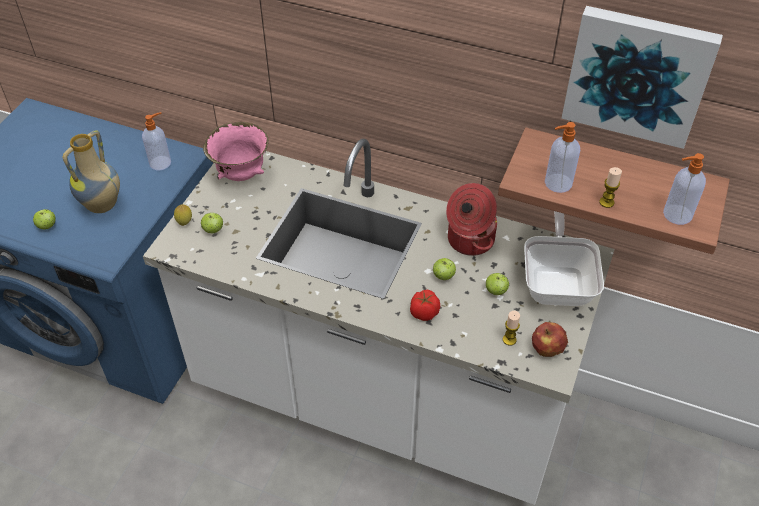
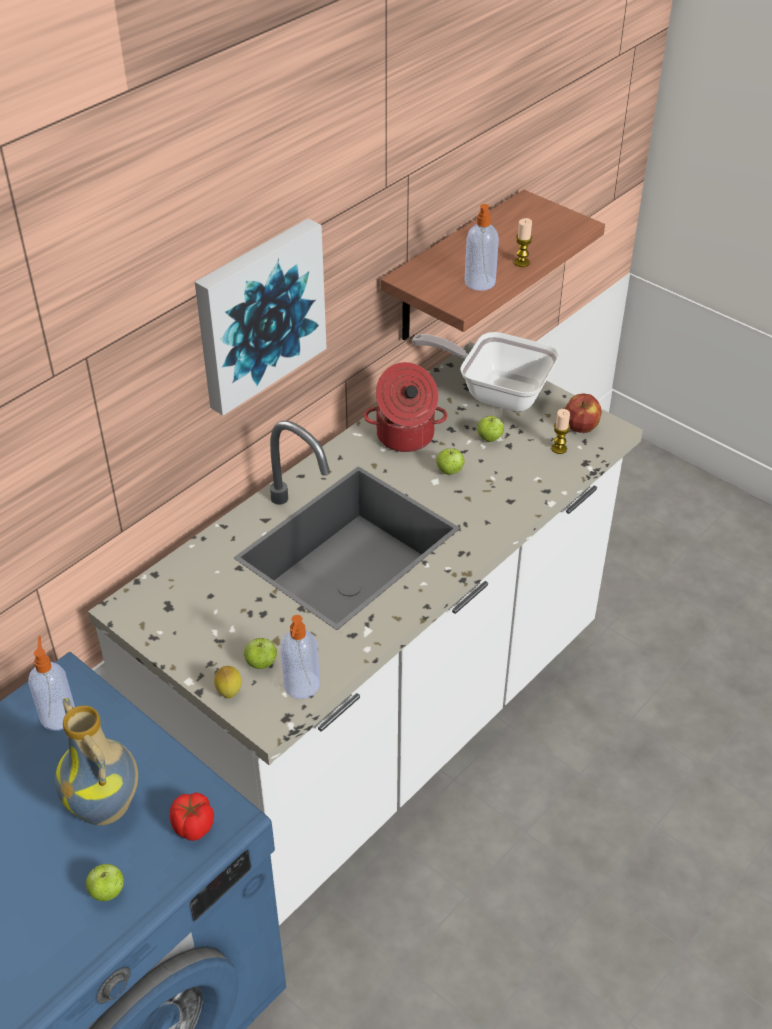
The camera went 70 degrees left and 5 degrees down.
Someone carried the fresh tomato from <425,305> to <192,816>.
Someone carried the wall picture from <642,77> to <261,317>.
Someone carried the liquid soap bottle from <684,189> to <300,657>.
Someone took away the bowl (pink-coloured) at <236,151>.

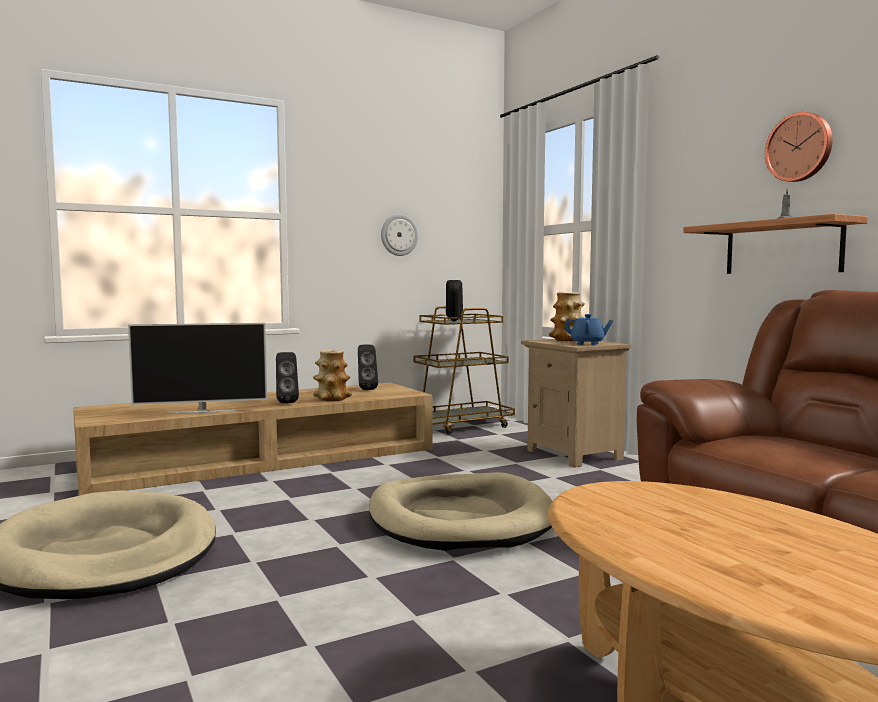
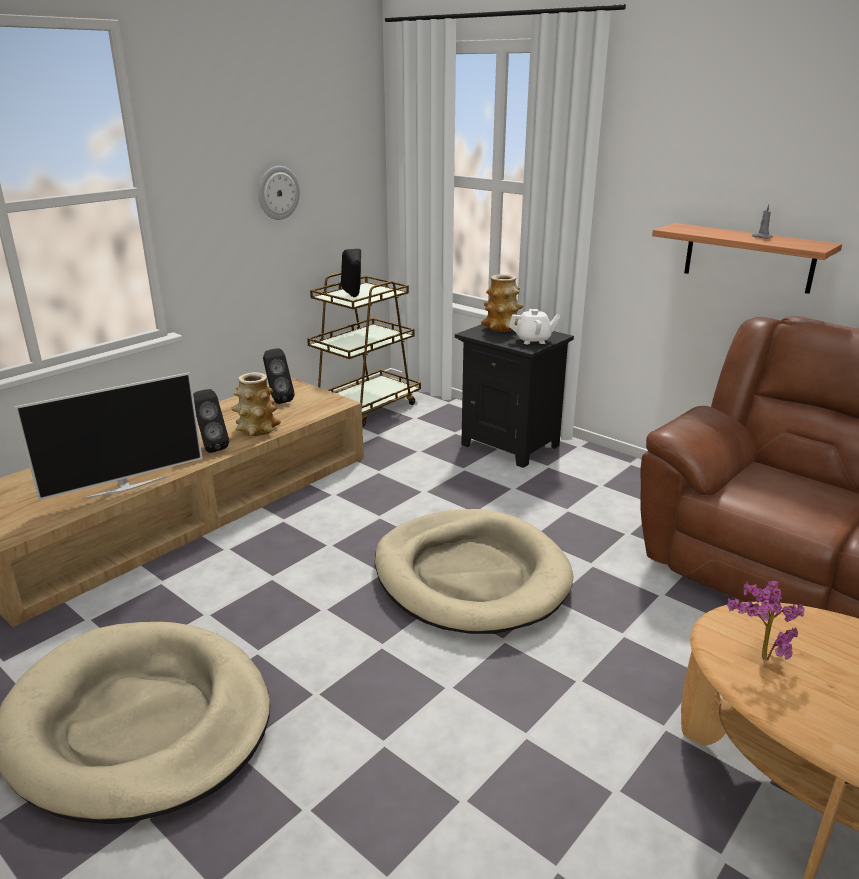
The camera went 20 degrees left and 20 degrees up.
Someone repainted the night table (beige-coloured) at <576,403>, which became the night table (black-coloured) at <514,396>.
Someone repainted the pot for tea (blue-coloured) at <588,329>, which became the pot for tea (whitish) at <534,326>.
Someone put down the plant in a pot at <766,620>.
Someone took away the wall clock at <799,147>.

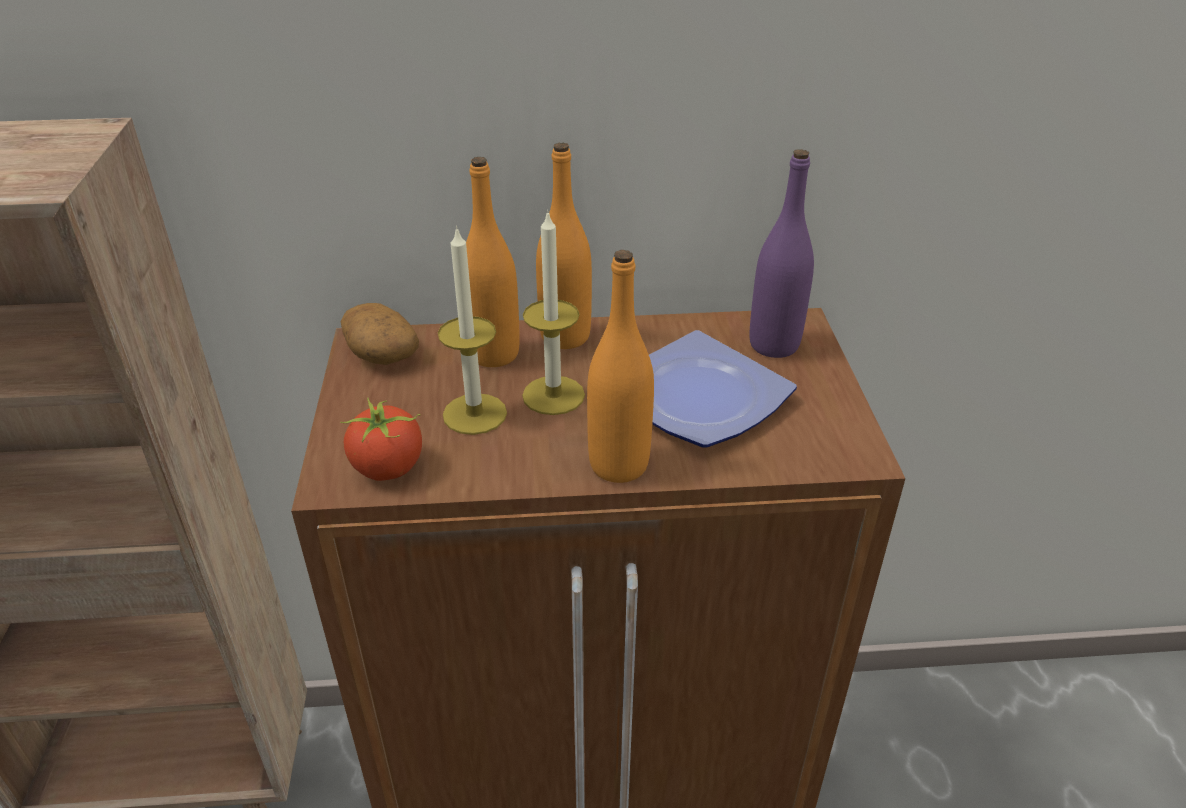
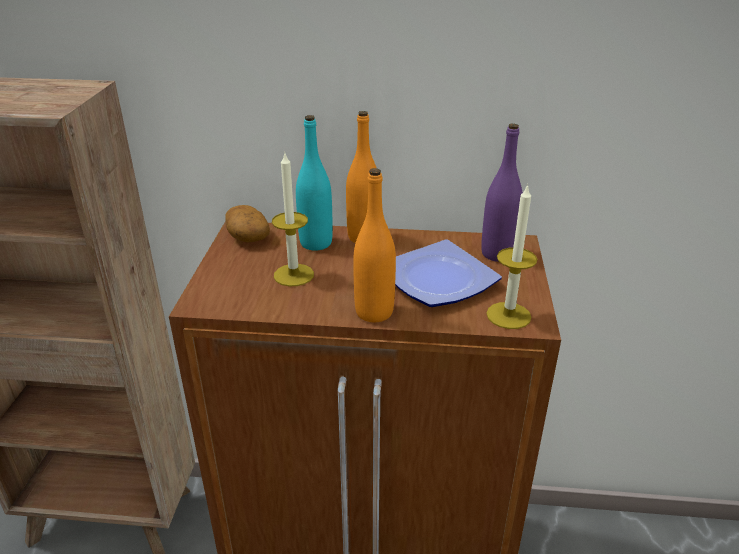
The camera went 10 degrees right and 5 degrees down.
Someone repainted the drink bottle (orange-coloured) at <493,262>, which became the drink bottle (turquoise-coloured) at <314,183>.
Someone carried the wax candle from <553,312> to <511,256>.
Someone took away the fresh tomato at <381,439>.

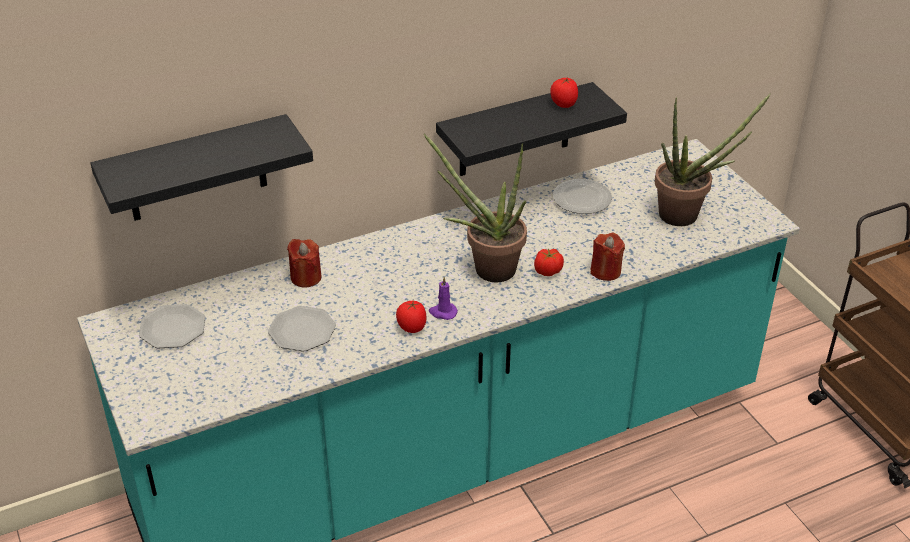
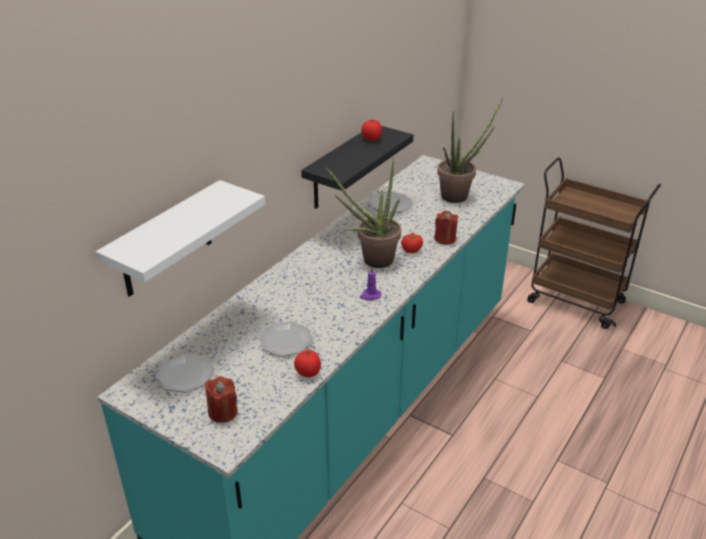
The camera went 30 degrees left and 5 degrees down.
Someone repainted the bracket shelf (black-coloured) at <201,167>, which became the bracket shelf (whitish) at <180,238>.
Someone carried the wax candle (red) from <304,263> to <221,399>.
Someone carried the fresh tomato from <411,316> to <307,363>.

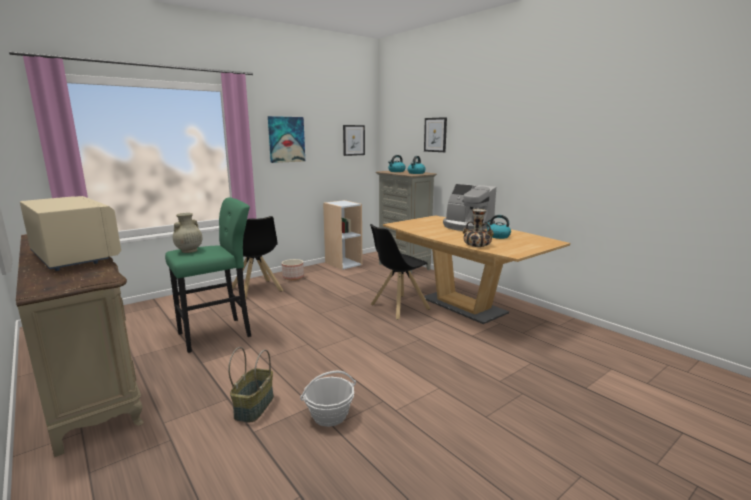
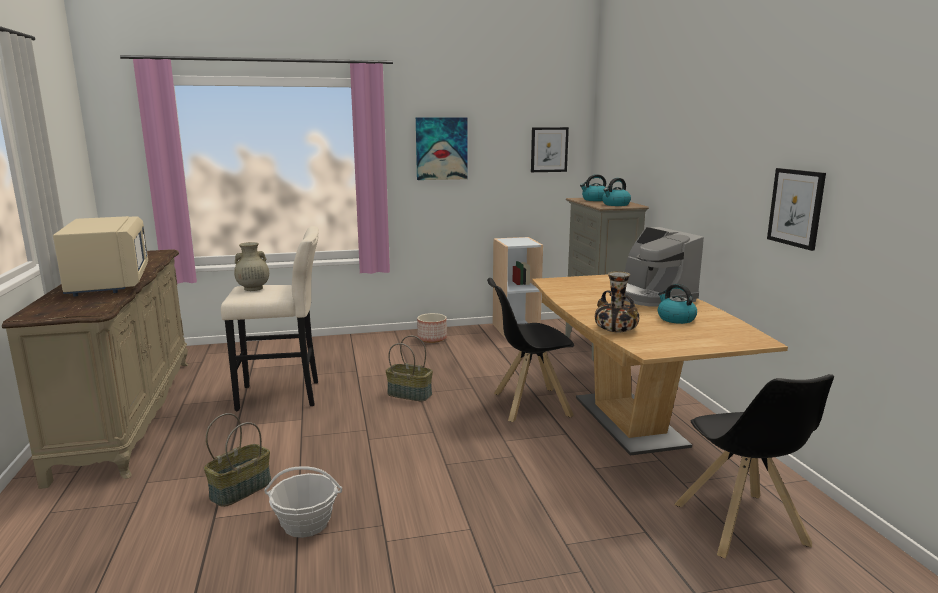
The camera went 25 degrees right and 0 degrees up.
Someone repainted the stool seat (green) at <208,275>, which became the stool seat (beige-coloured) at <270,318>.
Someone put down the storage basket at <409,368>.
Someone carried the plain chair (black-coloured) from <257,257> to <754,466>.
Someone carried the wall picture from <435,134> to <796,209>.

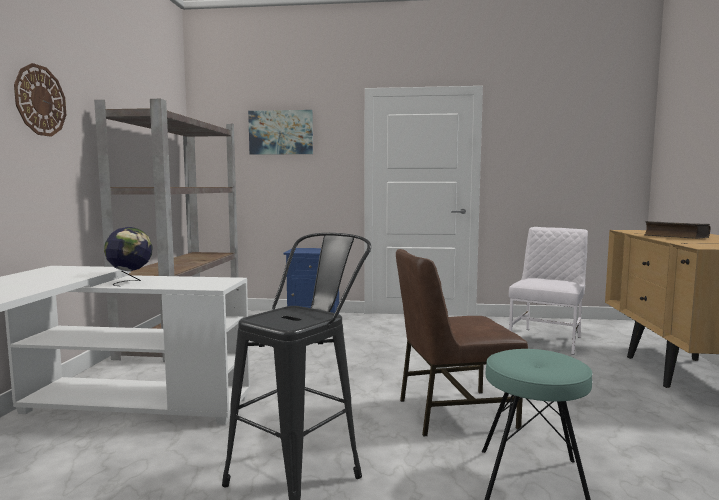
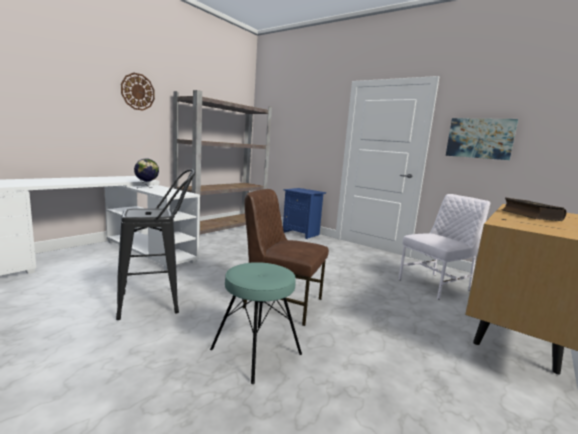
The camera went 30 degrees right and 5 degrees up.
Someone carried the wall picture from <280,132> to <482,139>.

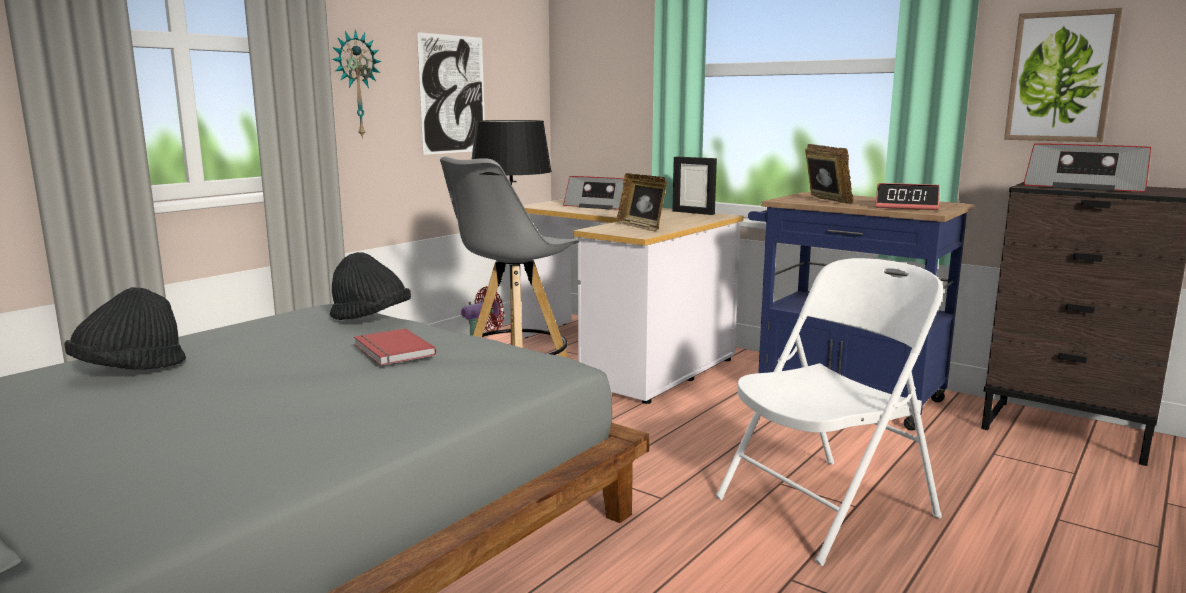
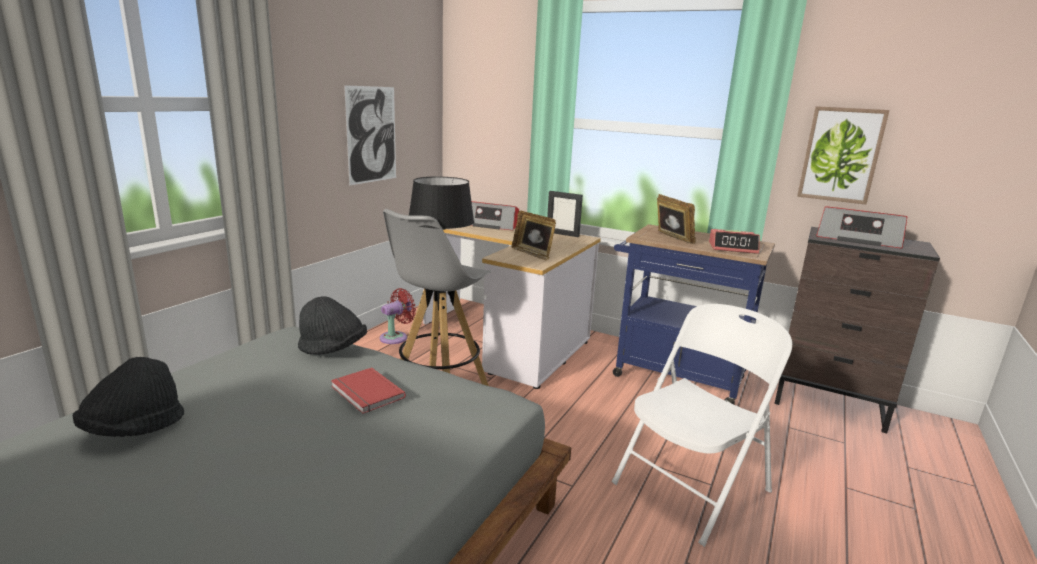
The camera went 10 degrees left and 5 degrees up.
Someone took away the wall clock at <356,84>.

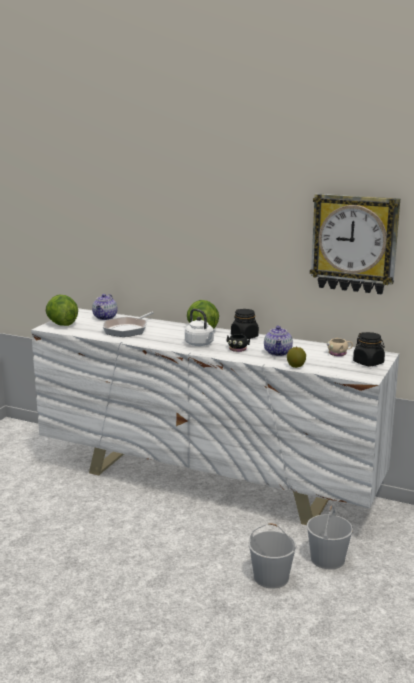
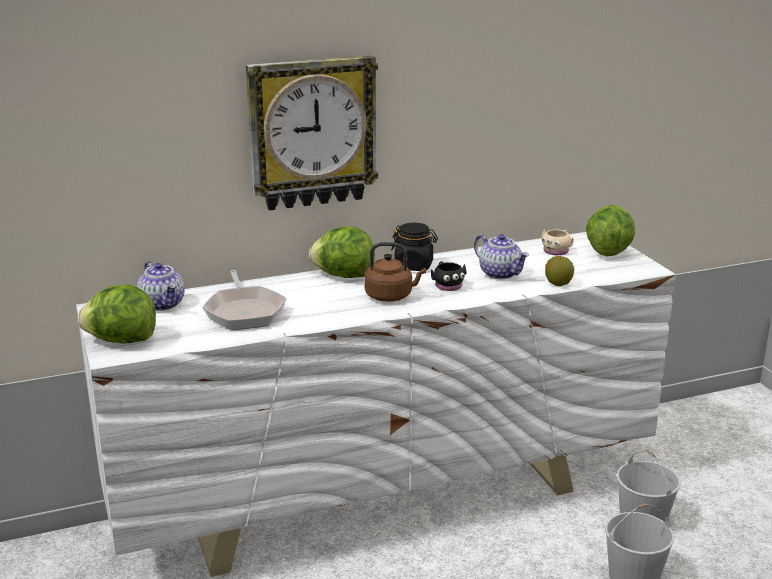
The camera went 45 degrees left and 5 degrees up.
Someone carried the wall clock from <355,244> to <312,132>.
Someone repainted the kettle (whitish) at <200,327>, which became the kettle (brown-coloured) at <395,272>.
Someone swapped the preserve jar (black-coloured) at <369,349> for the lettuce at <610,231>.

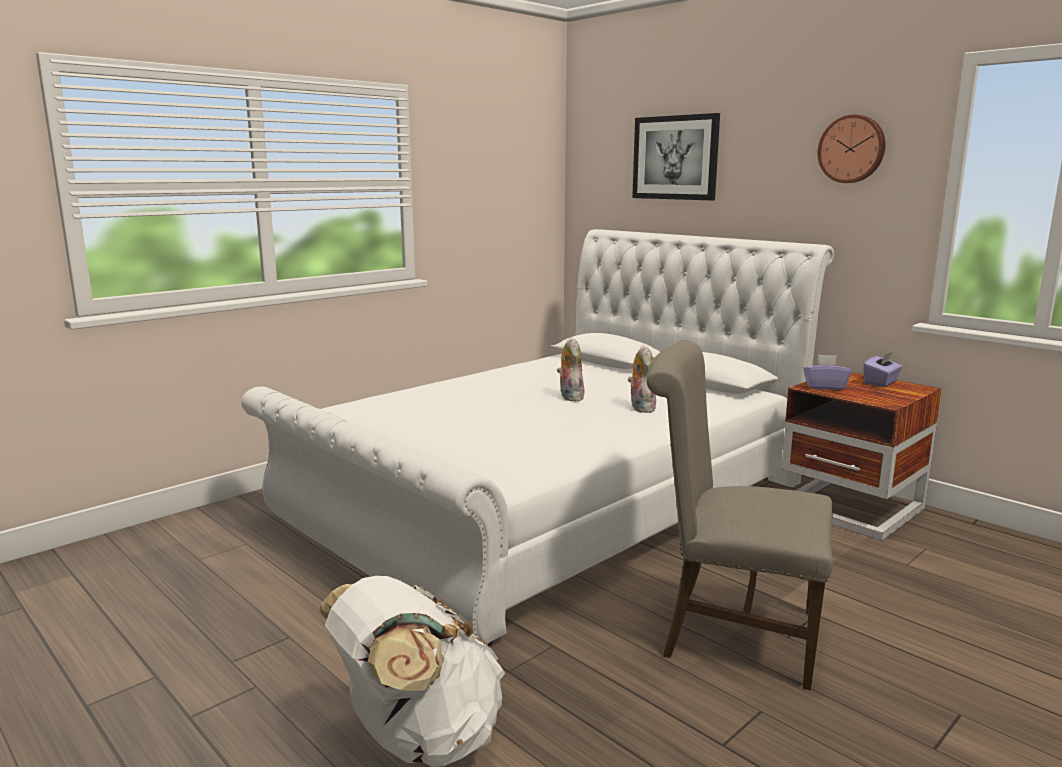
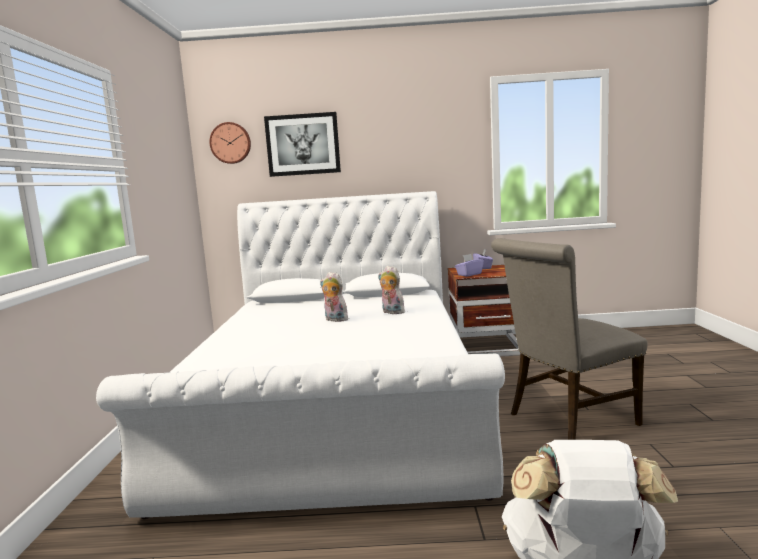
The camera went 45 degrees left and 5 degrees down.
Someone carried the wall clock from <851,148> to <230,143>.

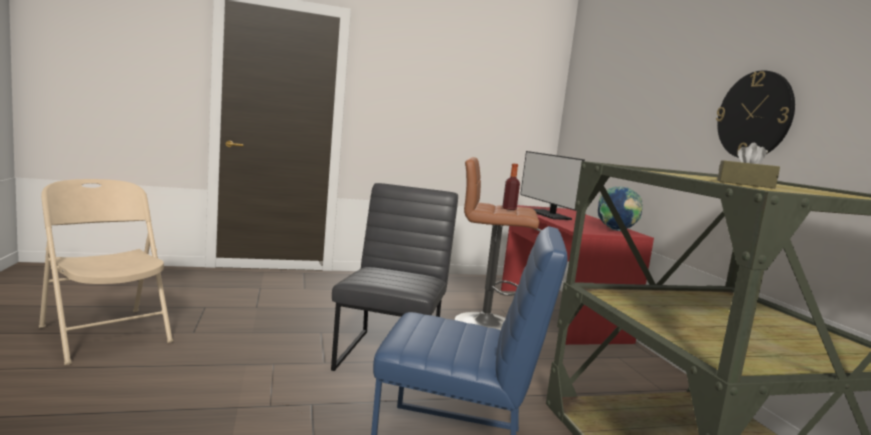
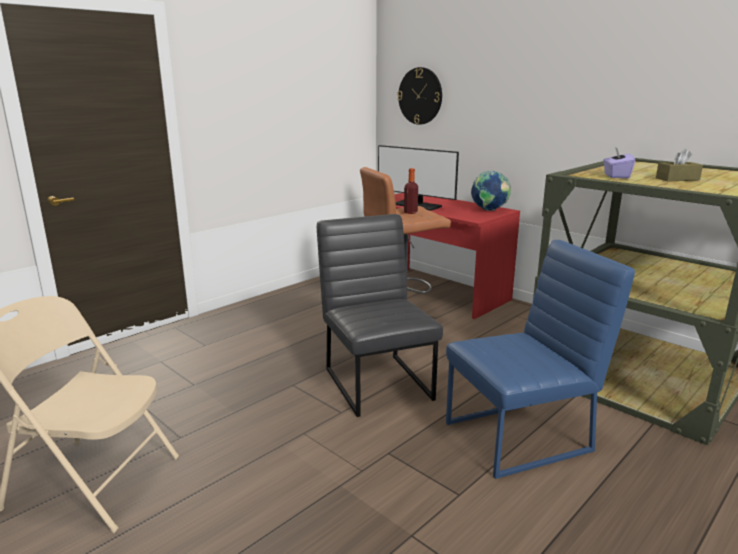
The camera went 30 degrees left and 10 degrees up.
Someone carried the wall clock from <755,114> to <419,96>.
Someone put down the tissue box (purple) at <619,162>.

